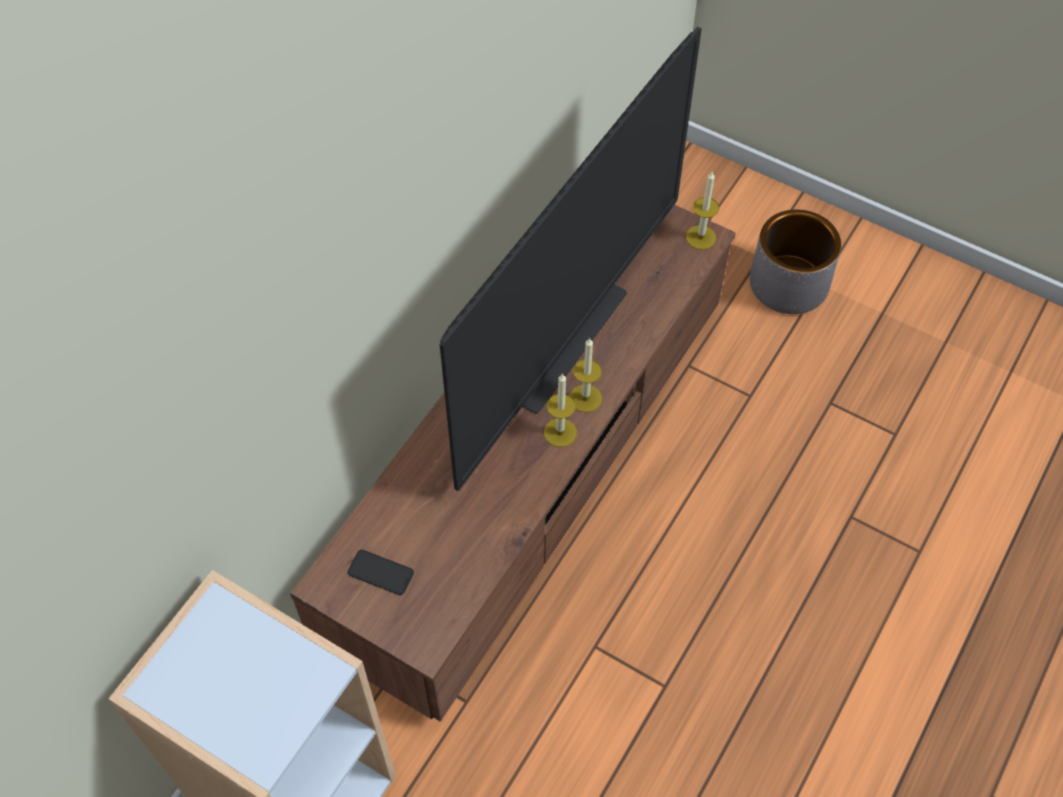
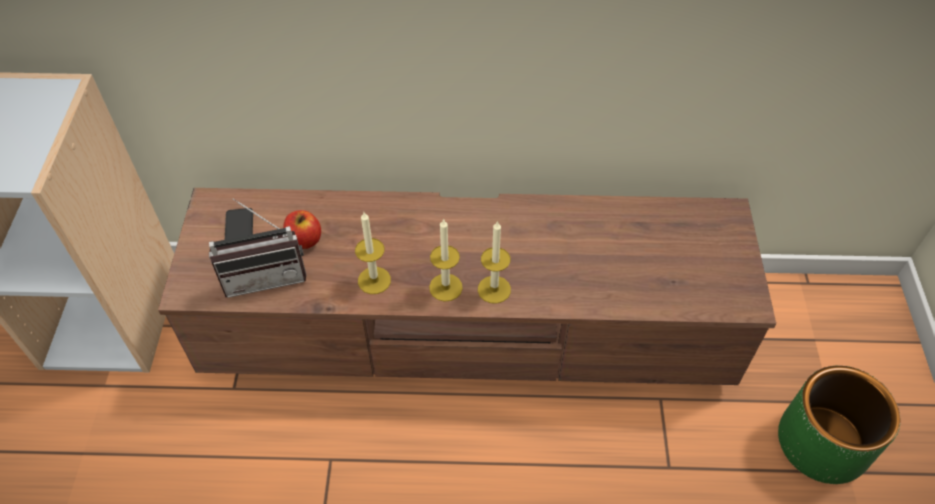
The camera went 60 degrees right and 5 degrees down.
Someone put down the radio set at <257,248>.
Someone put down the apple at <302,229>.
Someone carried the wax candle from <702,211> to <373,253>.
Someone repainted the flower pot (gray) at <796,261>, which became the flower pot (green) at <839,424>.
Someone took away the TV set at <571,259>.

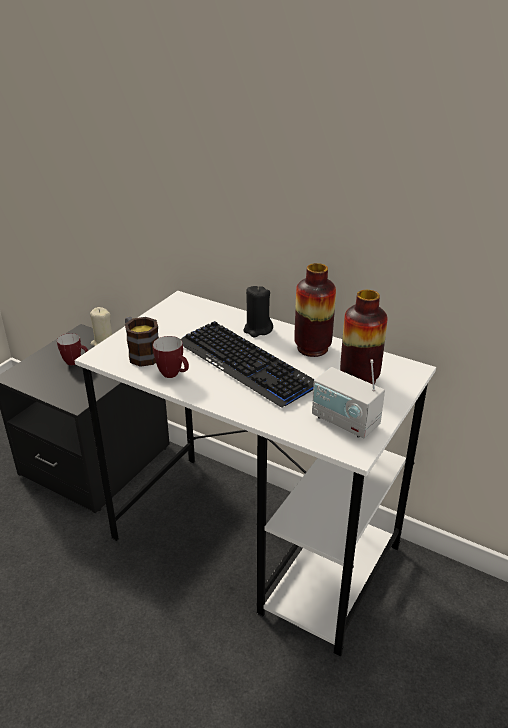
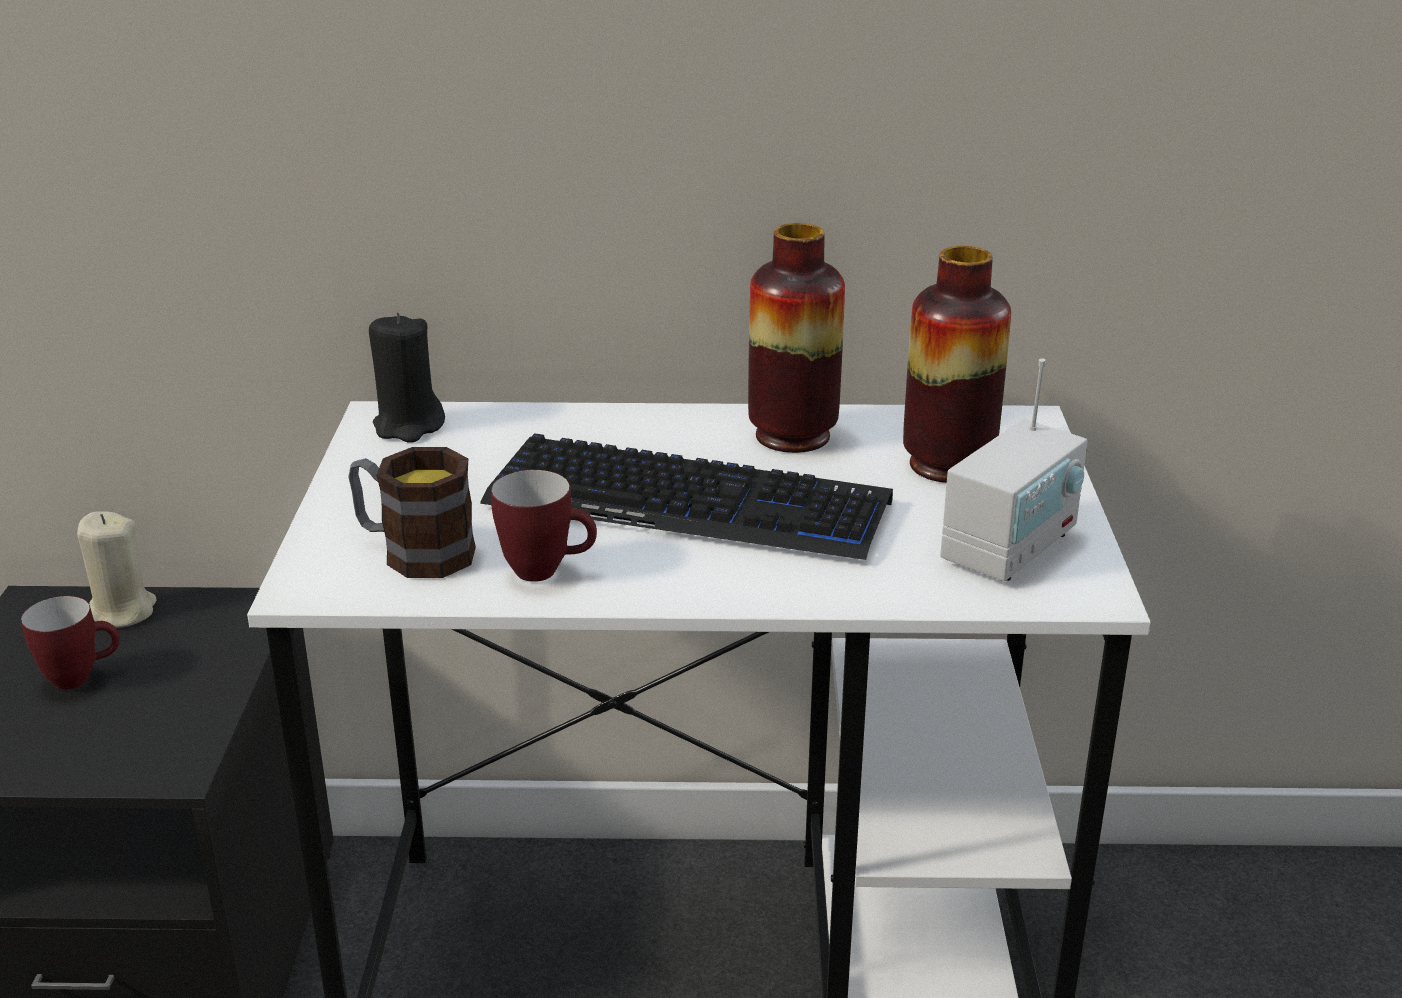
The camera went 30 degrees left and 5 degrees down.
Someone carried the wax candle (black-coloured) from <258,311> to <407,377>.
Someone rotated the radio set at <348,398> by 60 degrees counterclockwise.

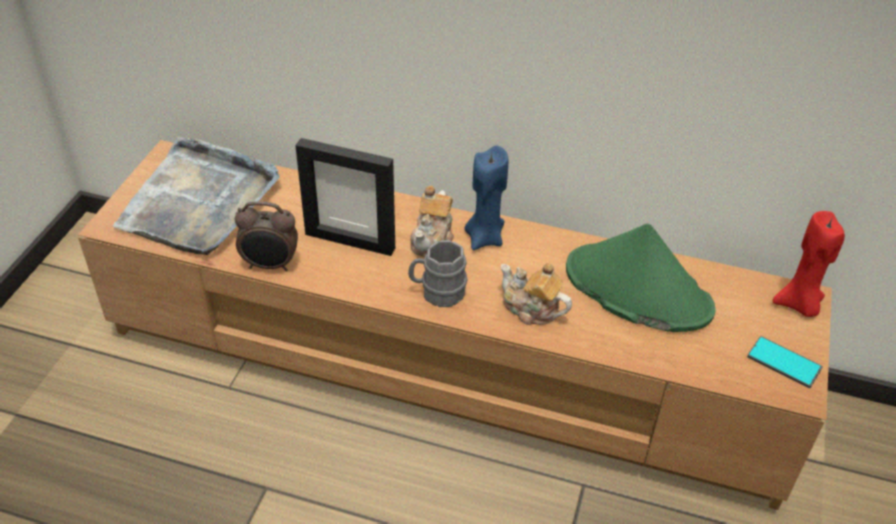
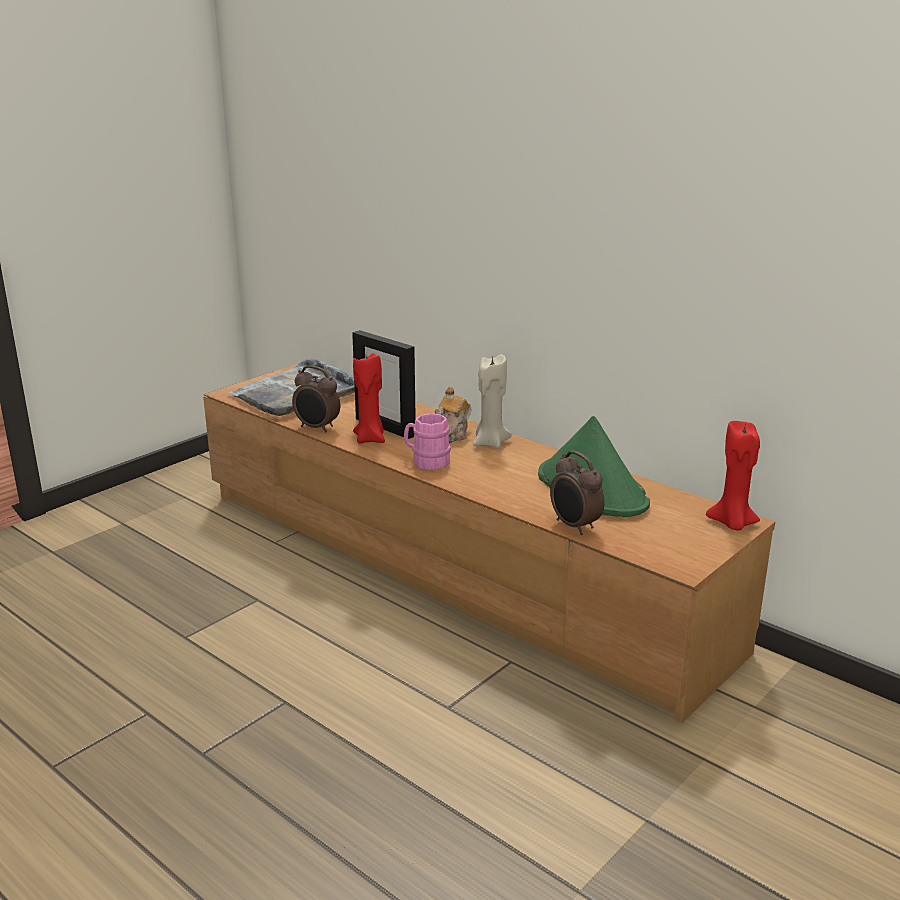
The camera went 25 degrees right and 20 degrees down.
Someone put down the wax candle (red) at <369,398>.
Someone repainted the mug (gray) at <438,273>, which became the mug (pink-coloured) at <427,442>.
Someone repainted the wax candle (blue-coloured) at <486,198>, which became the wax candle (beige-coloured) at <492,401>.
Someone put down the bedside clock at <577,493>.
Someone took away the pot for tea at <536,294>.
Someone took away the telephone at <785,362>.

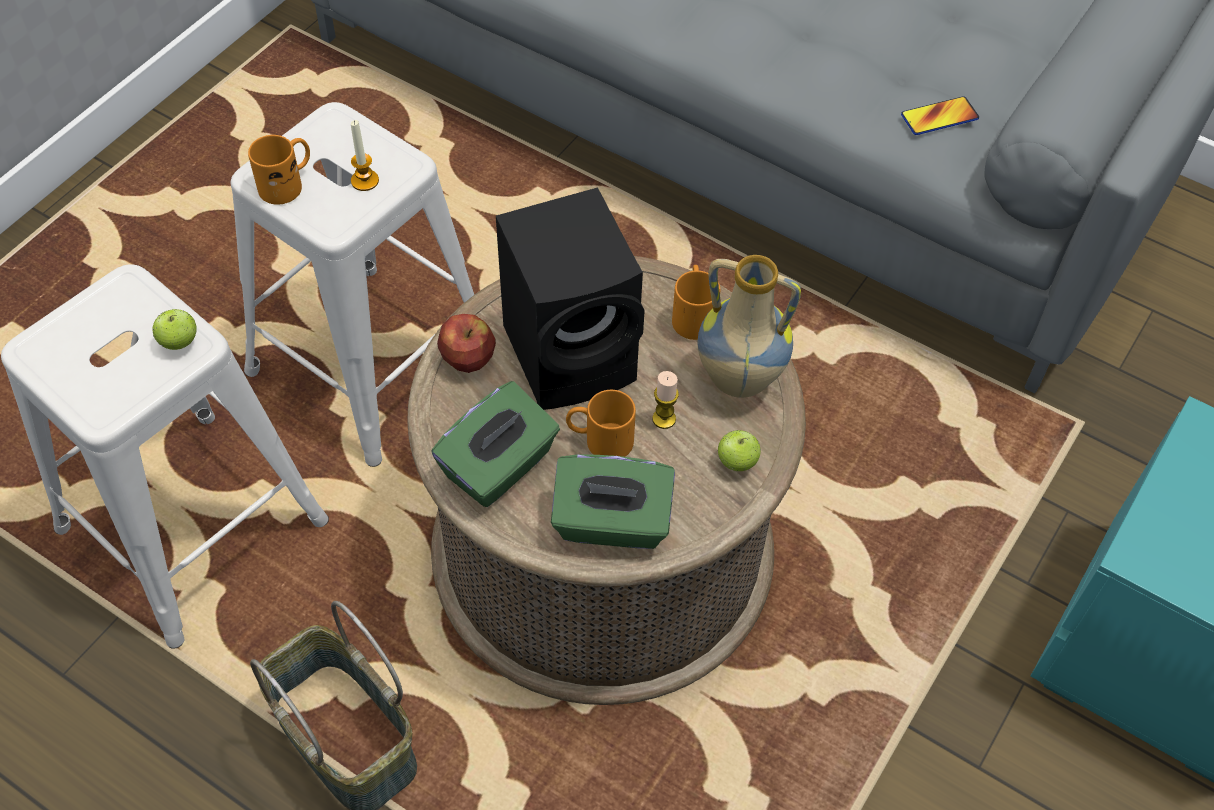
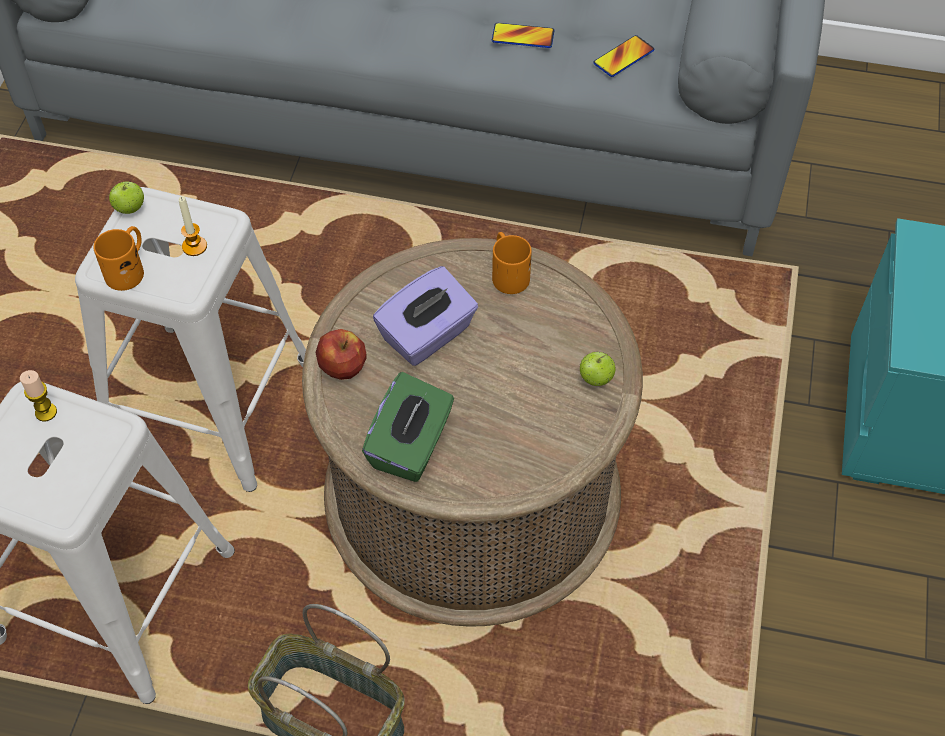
The camera went 20 degrees left and 0 degrees up.
Someone carried the wax candle from <665,400> to <38,396>.
Someone carried the apple from <175,329> to <126,197>.
Someone swapped the loudspeaker (black-coloured) at <570,298> for the tissue box (purple) at <425,316>.
Someone put down the telephone at <523,35>.
Someone took away the tissue box (green) at <613,501>.
Someone took away the mug (orange-coloured) at <601,423>.
Someone took away the flower vase at <749,326>.

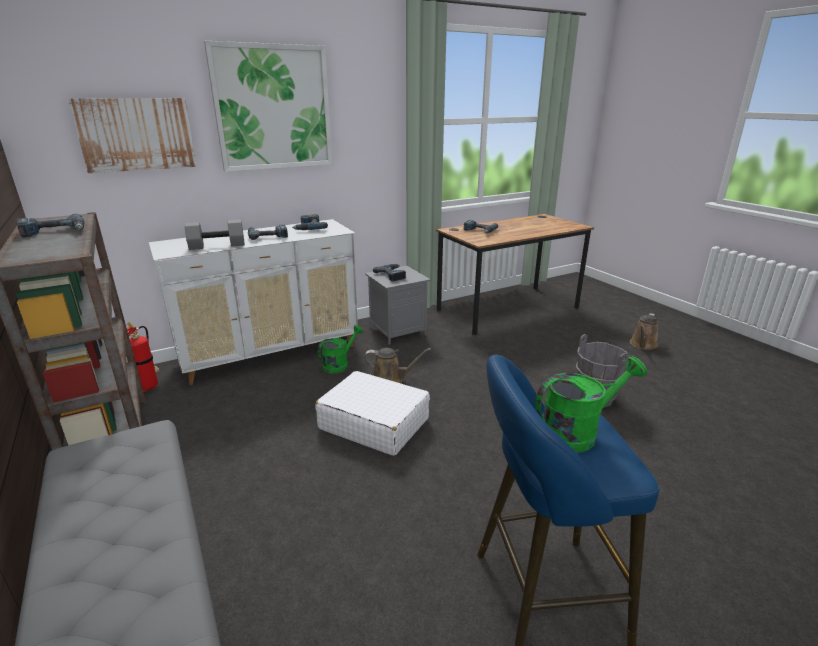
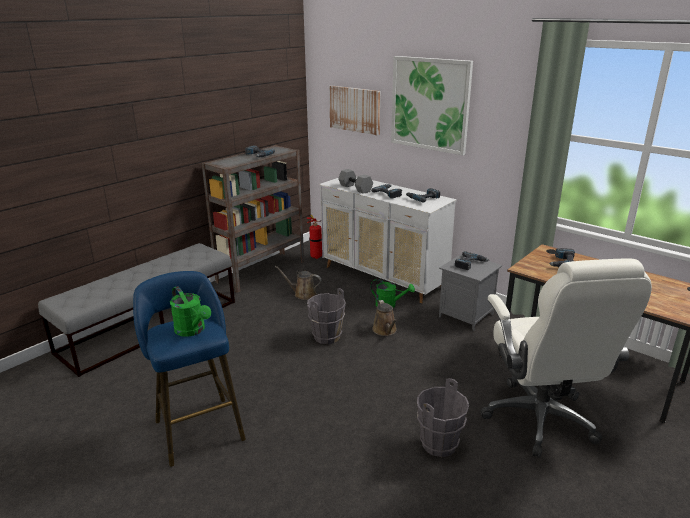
The camera went 70 degrees right and 0 degrees up.
Someone carried the watering pot (brown-coloured) from <644,331> to <298,283>.
Someone swapped the piece of luggage (whitish) at <372,413> for the pail (gray) at <326,316>.
Someone put down the desk chair (whitish) at <566,358>.

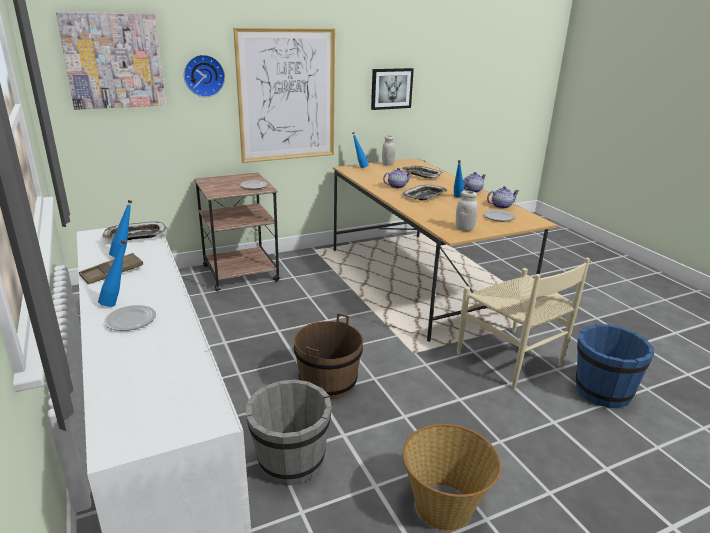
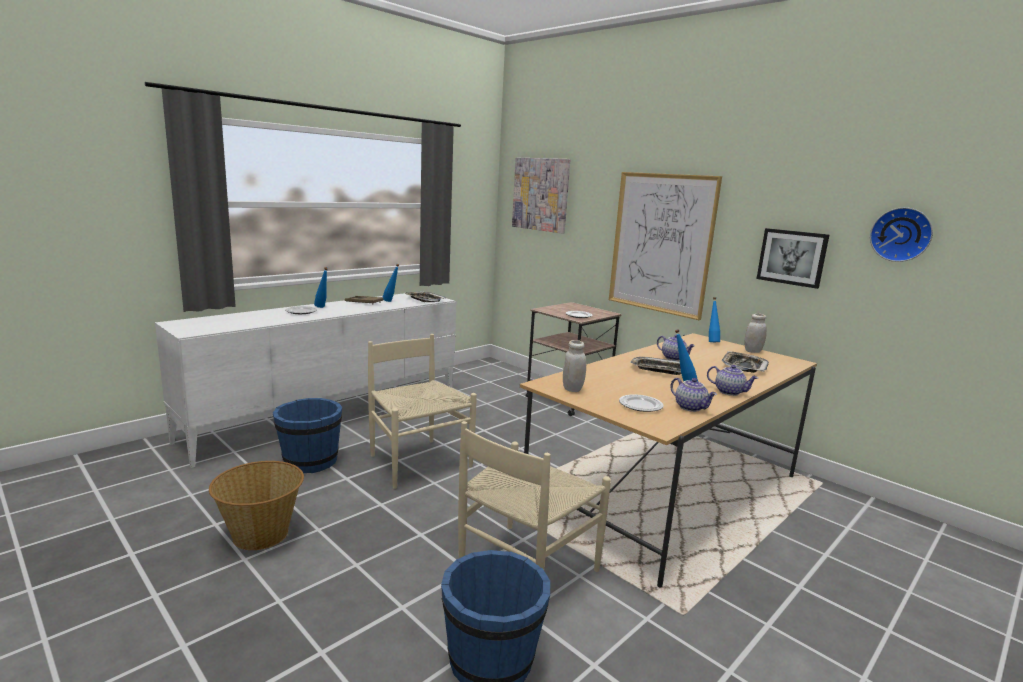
The camera went 70 degrees right and 10 degrees down.
Someone repainted the pail (gray) at <289,432>, which became the pail (blue-coloured) at <307,435>.
Someone swapped the pail (brown-coloured) at <328,356> for the plain chair (beige-coloured) at <422,411>.
Someone carried the wall clock from <204,76> to <901,234>.

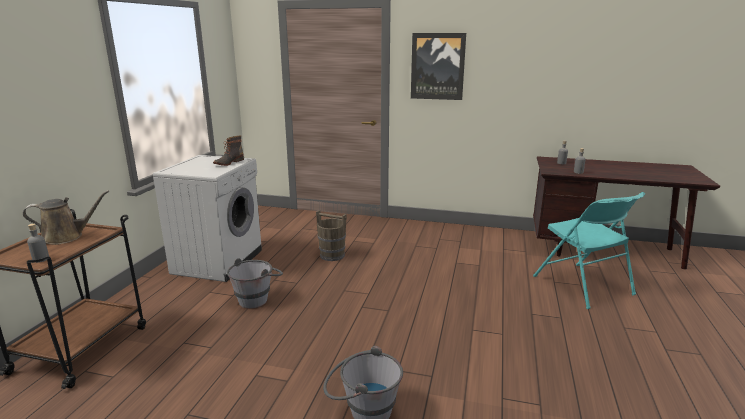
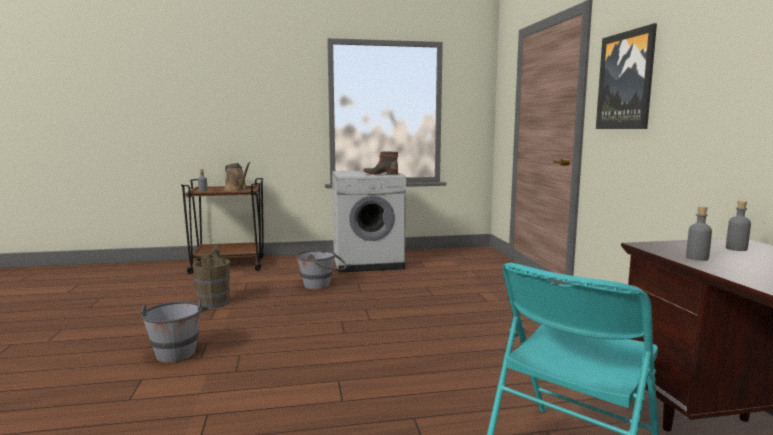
The camera went 65 degrees right and 10 degrees down.
Someone carried the pail (brown-coloured) from <331,235> to <211,276>.

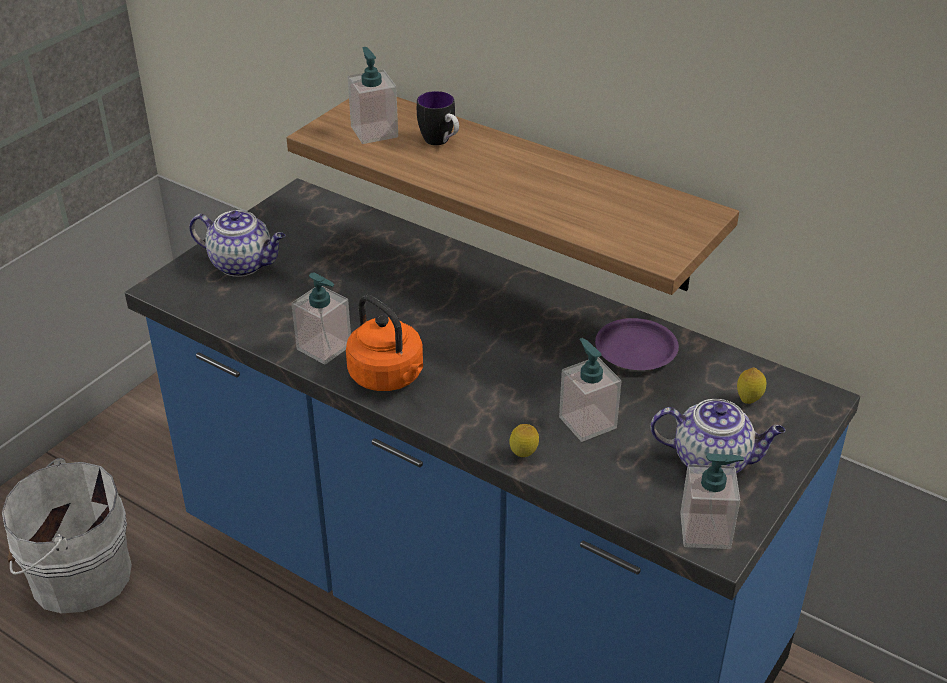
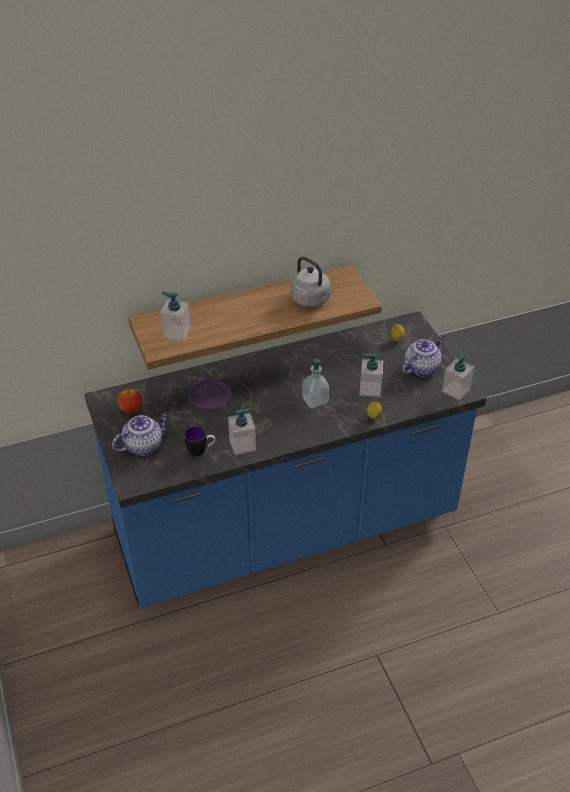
The camera went 55 degrees left and 5 degrees up.
Someone put down the apple at <129,401>.
Someone carried the mug from <438,118> to <200,441>.
Someone carried the flat dish (purple) from <637,344> to <210,394>.
Someone put down the kettle (gray) at <312,281>.
Someone put down the liquid soap bottle at <315,383>.
Someone took away the pail (whitish) at <67,535>.
Someone took away the kettle (orange-coloured) at <384,343>.

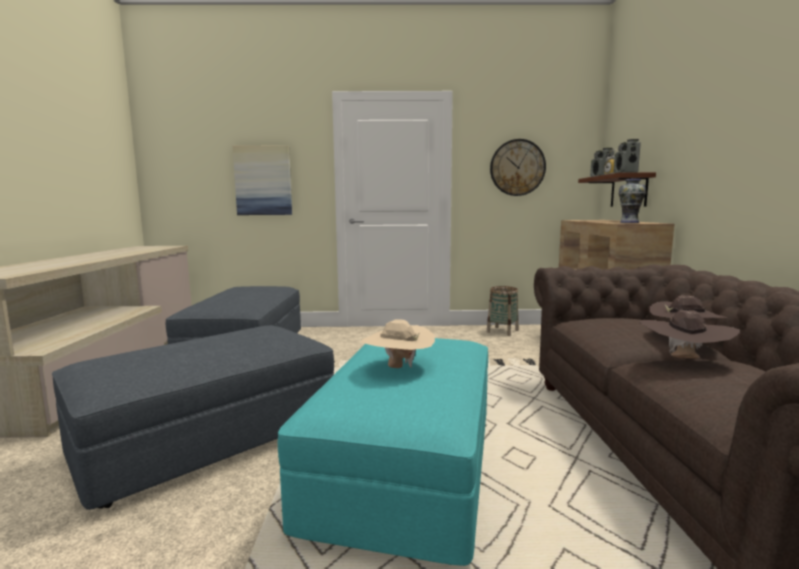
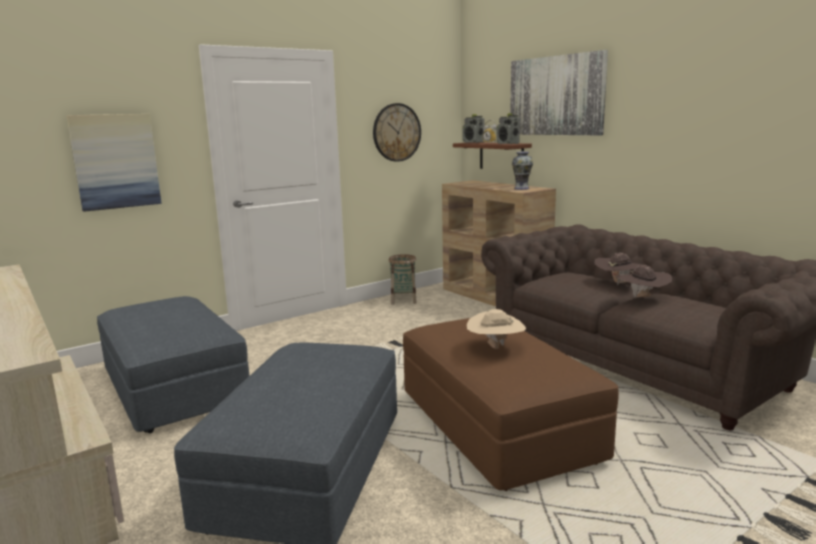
The camera went 35 degrees left and 5 degrees up.
Someone repainted the pouffe (turquoise-coloured) at <383,452>, which became the pouffe (brown-coloured) at <511,404>.
Someone put up the wall picture at <559,92>.

